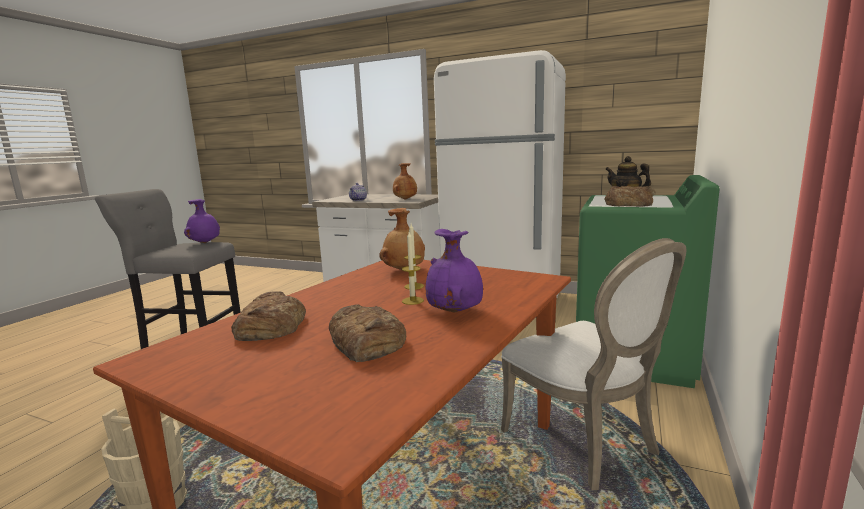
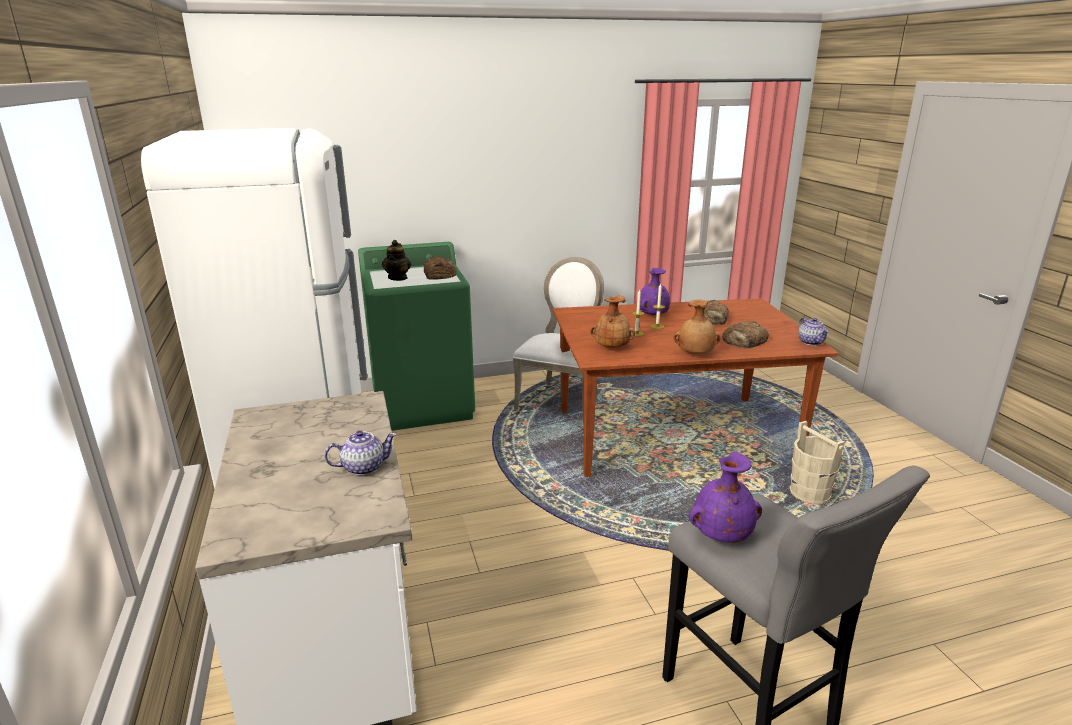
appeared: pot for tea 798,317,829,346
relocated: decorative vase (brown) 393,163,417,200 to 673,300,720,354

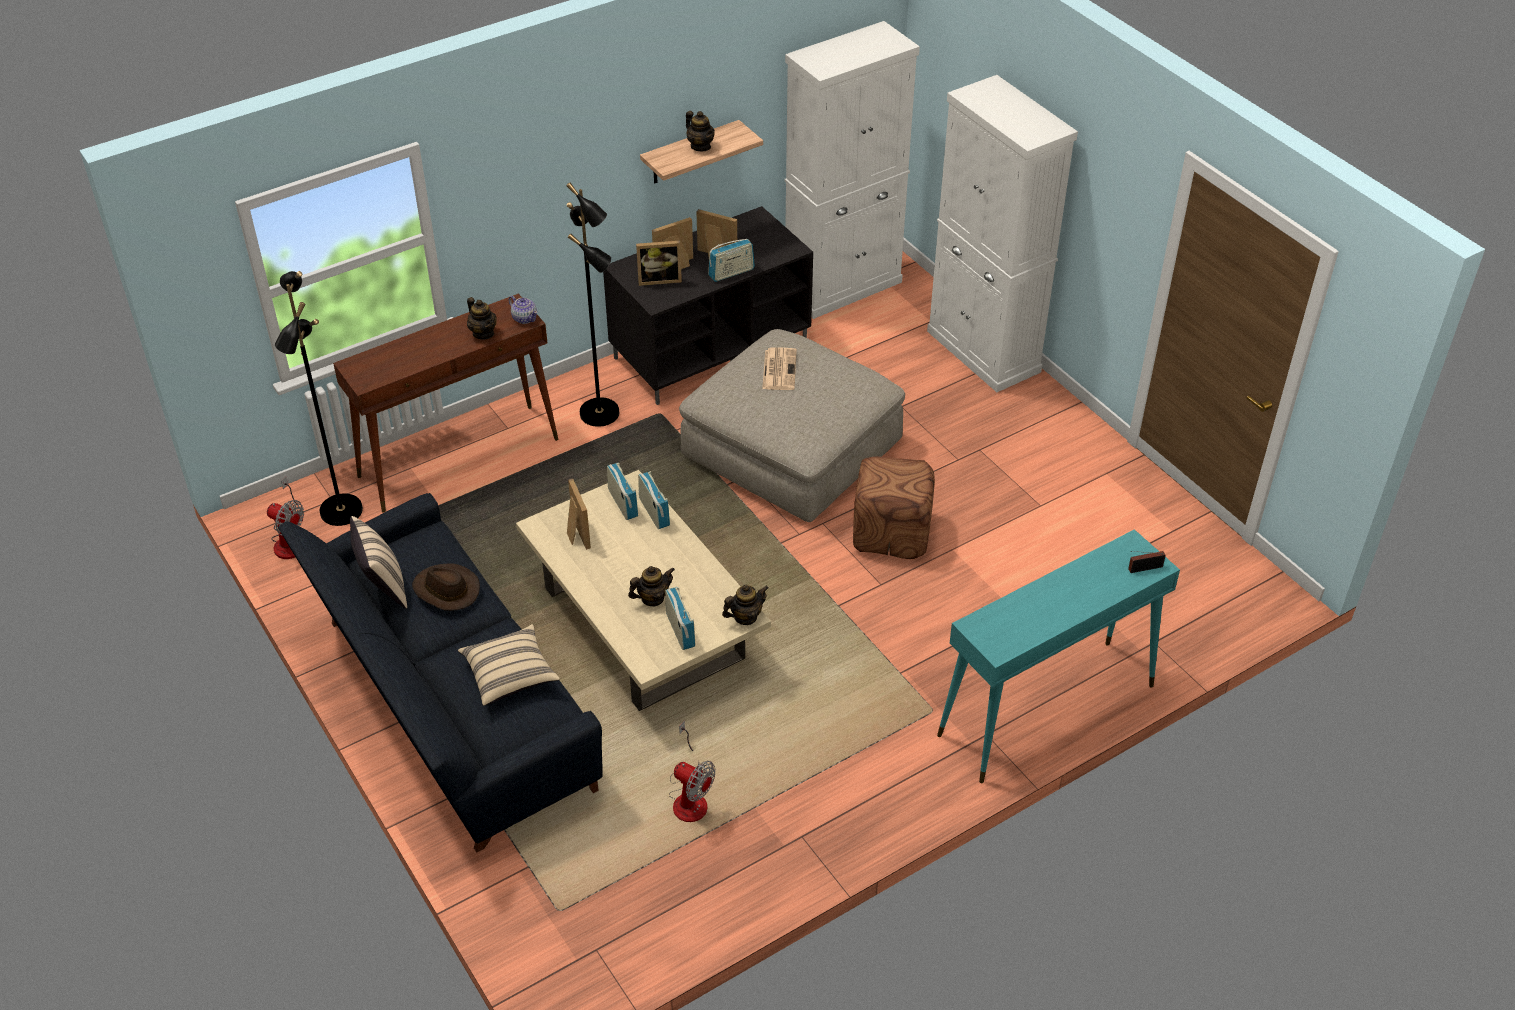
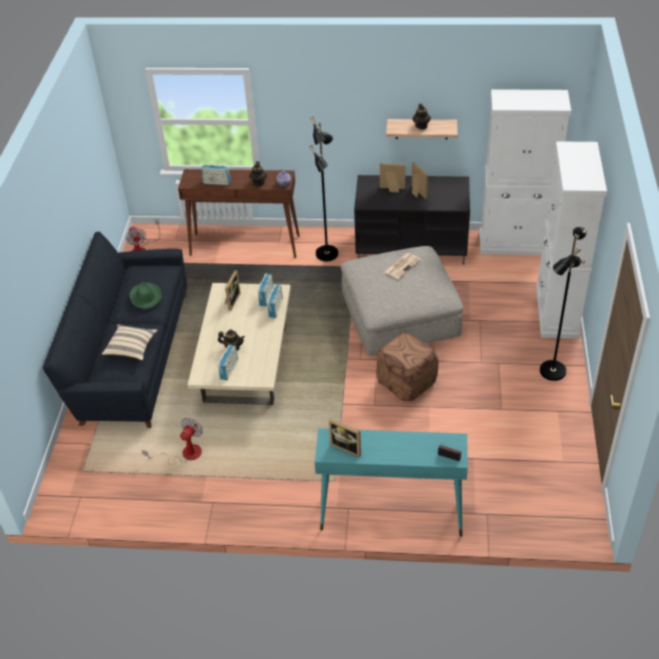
missing: throw pillow (sand-coloured) 350,516,407,609; pot for tea 722,584,768,625
relocated: radio 708,239,755,282 to 202,163,231,185; photo frame 636,241,682,286 to 329,418,361,457; floor lamp (blackish) 275,271,363,526 to 540,227,587,381
colour: wearable hat (brown) 412,563,480,611 to wearable hat (green) 129,282,162,309
spun: cooling fan 669,720,715,822 = 142,418,203,465 135 degrees counterclockwise

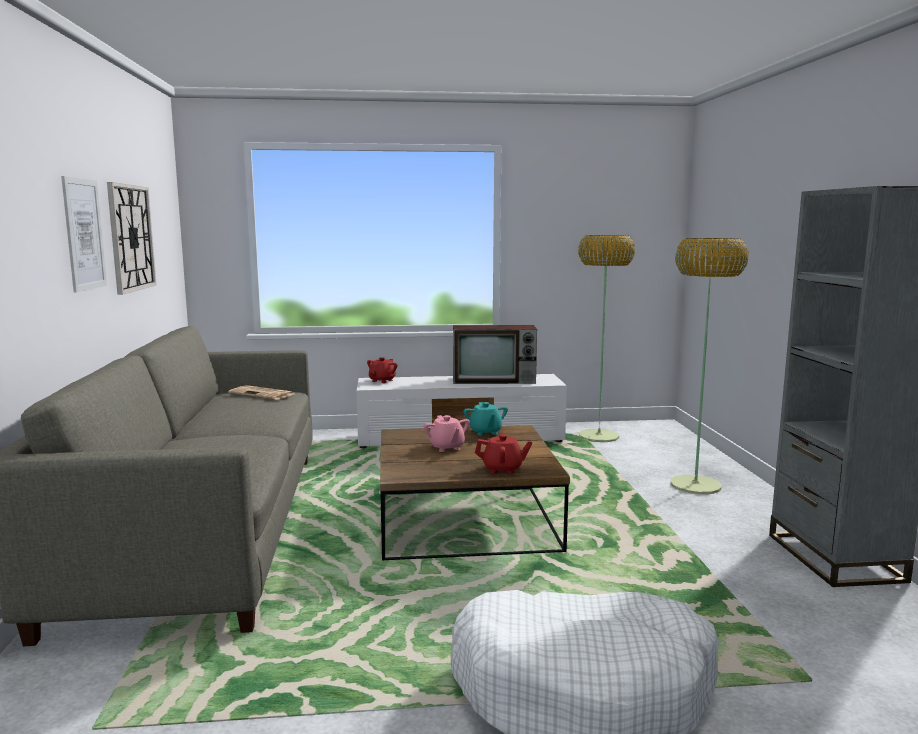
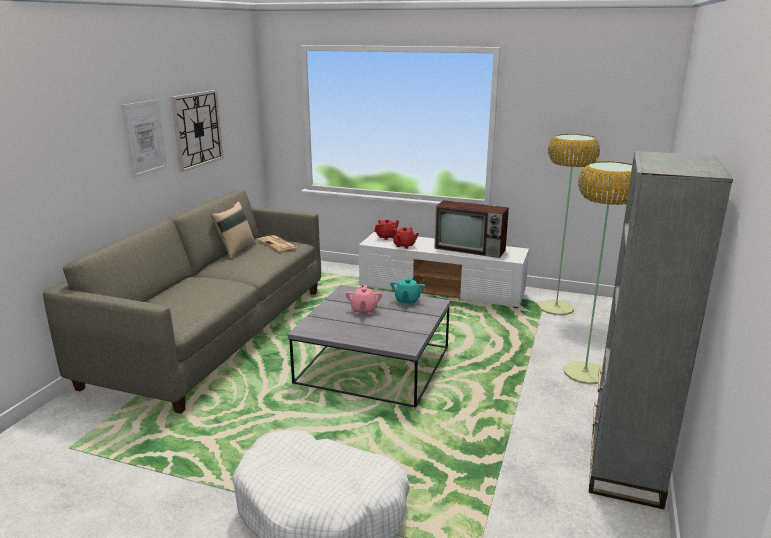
appeared: throw pillow (sand-coloured) 211,201,256,259
relocated: pot for tea (red-coloured) 475,434,532,474 to 391,227,419,249
colour: low table (brown) 380,425,570,560 to low table (greyish) 288,285,450,408

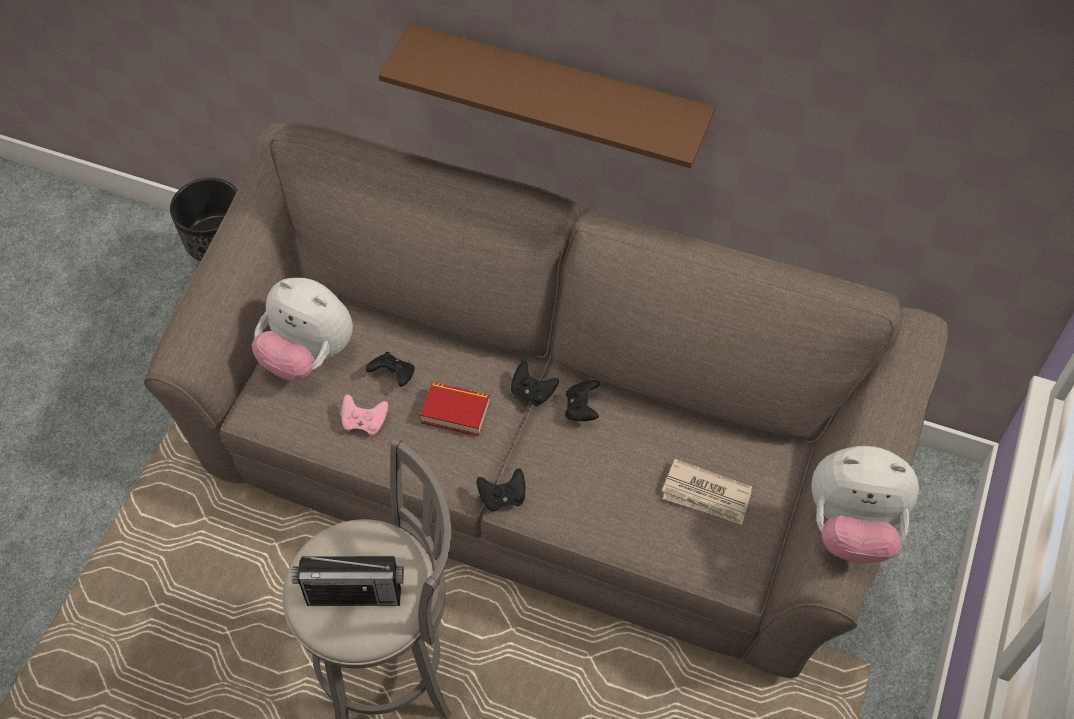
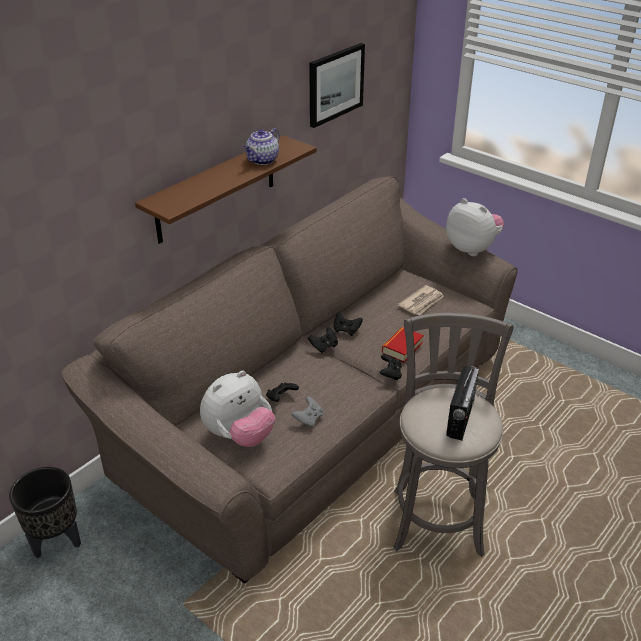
appeared: pot for tea 244,128,280,165; wall art 309,43,365,128
relocated: bound book 420,382,490,437 to 382,327,424,363
colour: joypad (pink-coloured) 341,394,388,435 to joypad (greyish) 291,396,324,427
spun: plush toy 811,446,919,563 = 446,198,504,256 75 degrees counterclockwise

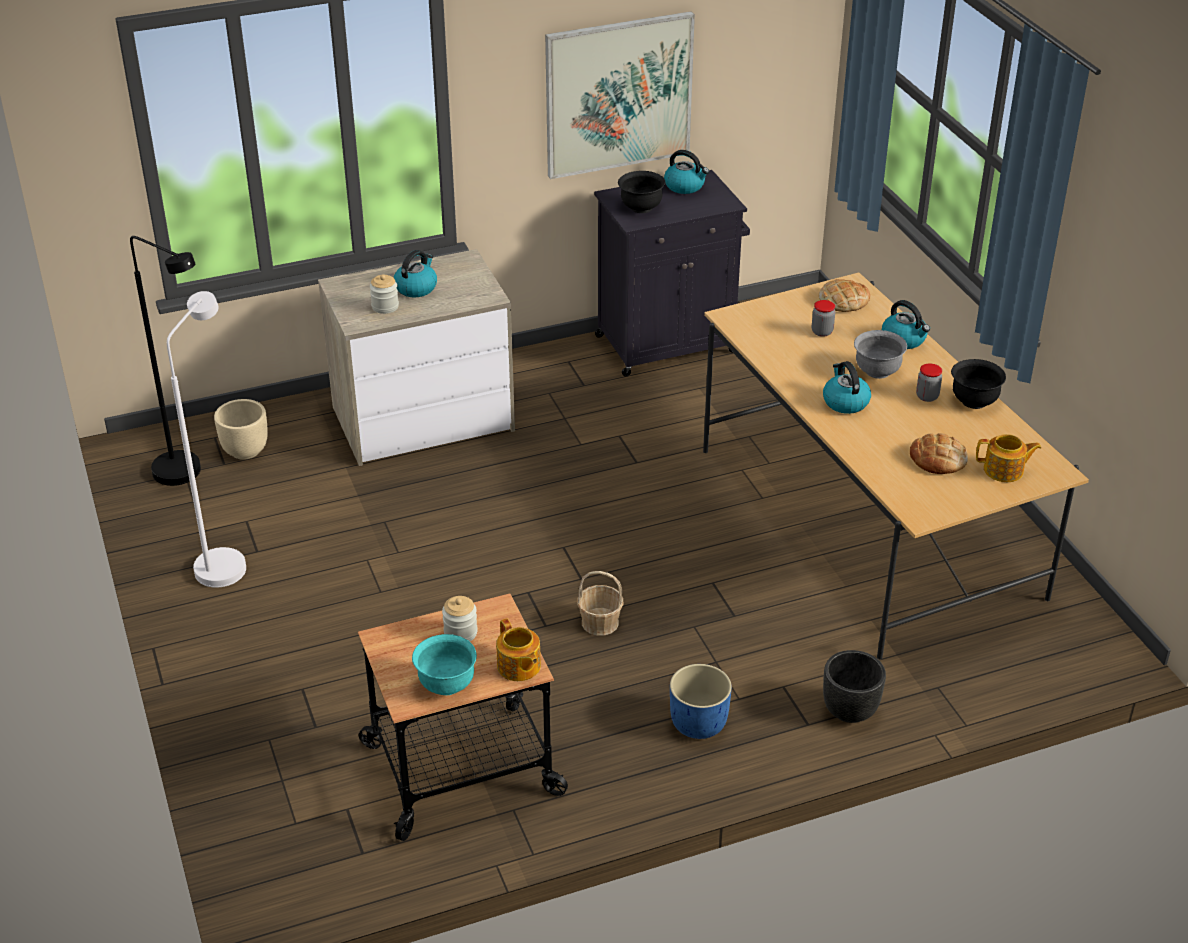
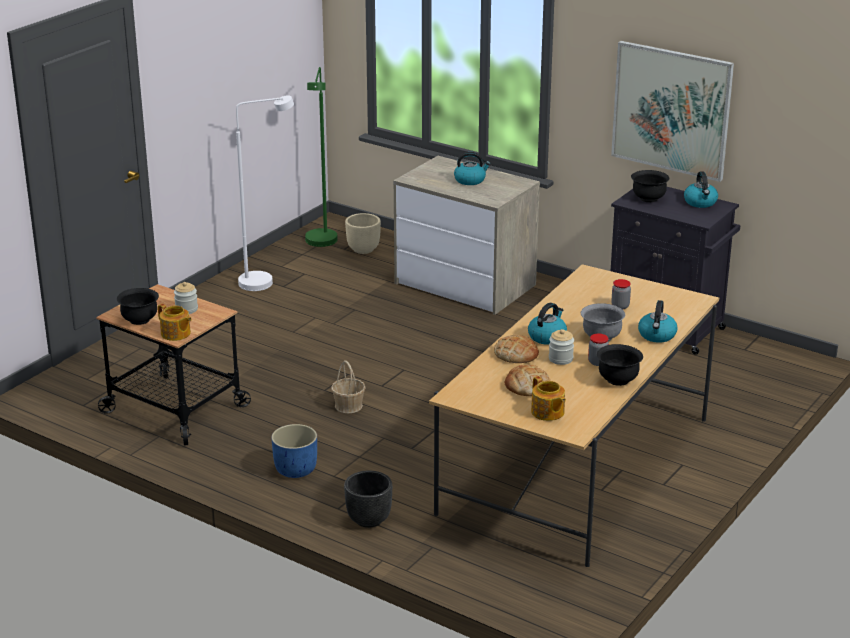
relocated: bread 819,279,870,312 to 494,335,539,363; jar 370,275,399,314 to 549,329,574,365
colour: bowl (blue-green) 412,634,477,695 to bowl (blackish) 117,288,159,325; floor lamp (blackish) 130,236,201,486 to floor lamp (green) 305,67,338,247
spun: pot for tea 496,618,541,681 = 158,304,192,341 75 degrees counterclockwise

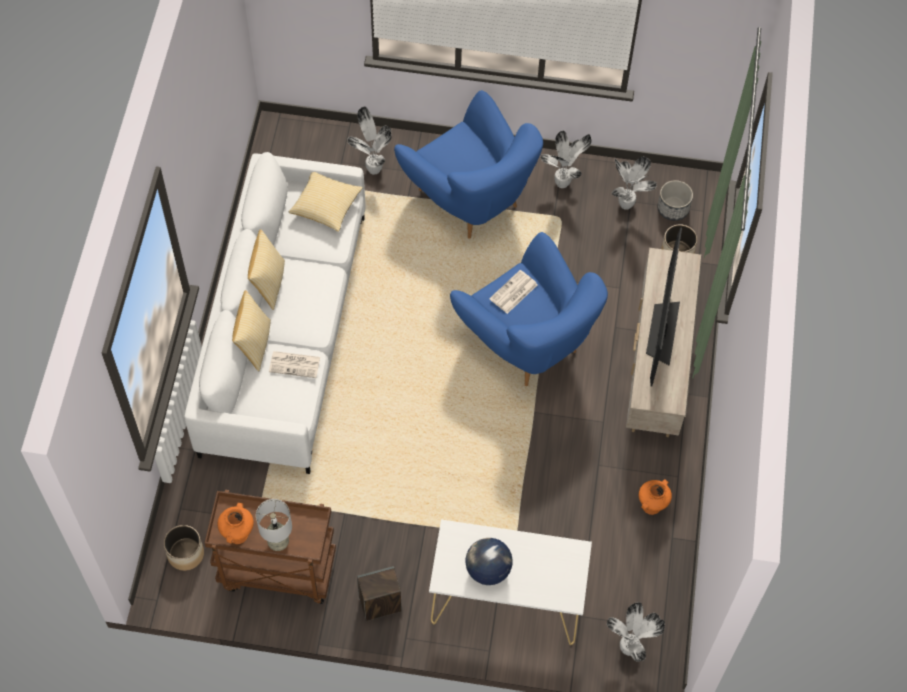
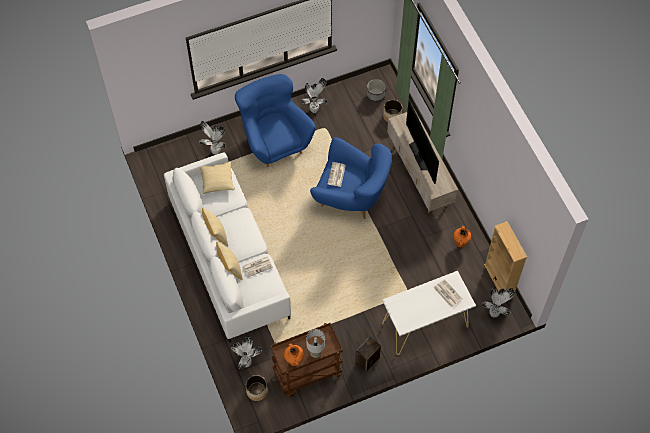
missing: desk globe 465,538,513,585
appeared: printed paper 434,279,462,308; bookshelf (sand-coloured) 484,221,527,291
relocated: houseplant 612,157,657,210 to 231,337,261,369
spun: armchair (blue-coloured) 394,90,543,239 = 235,74,316,167 135 degrees counterclockwise

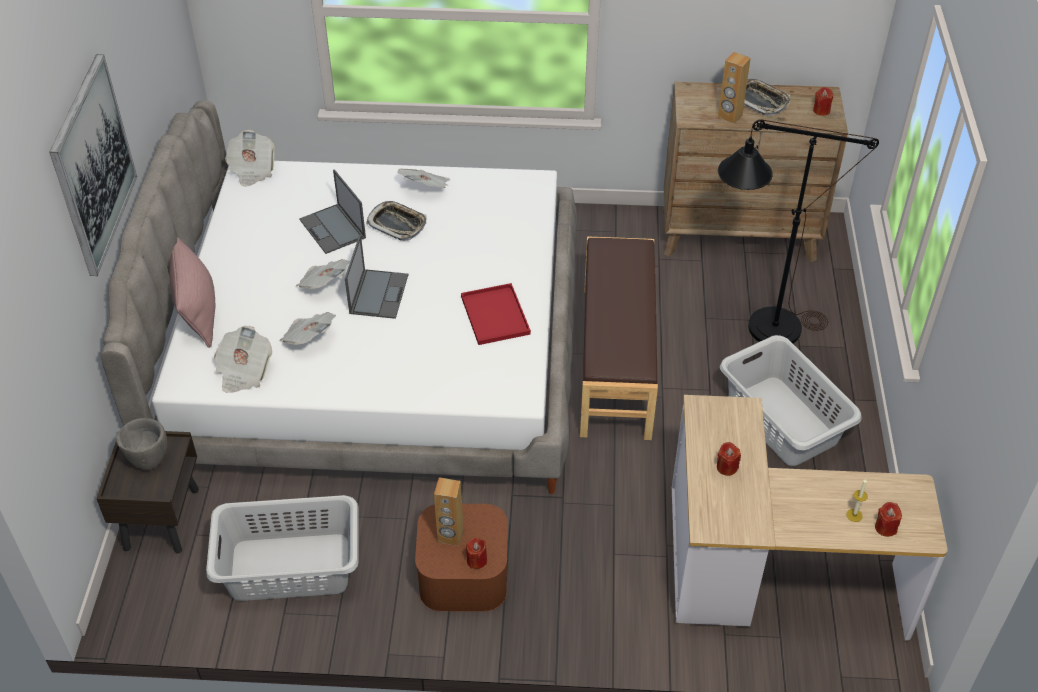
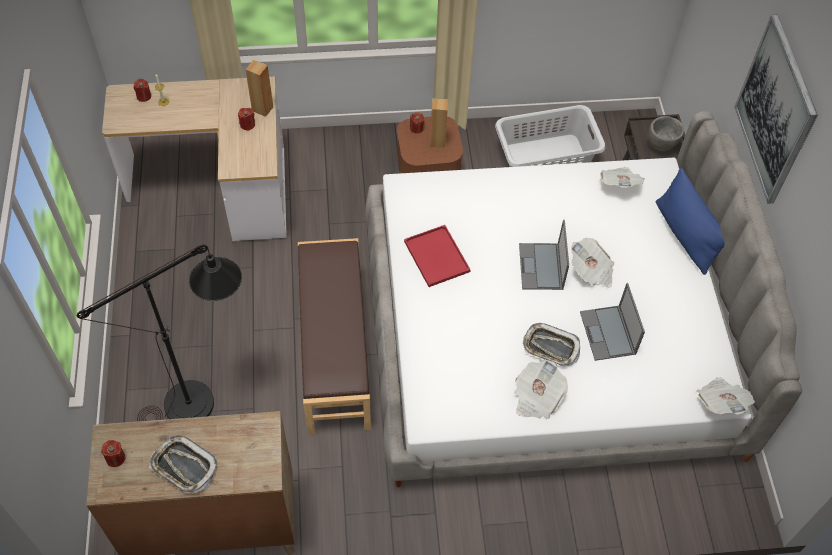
missing: printed paper 279,312,336,345; washing basket (greyish) 720,335,862,466
relocated: loudspeaker (brown) 718,52,751,124 to 246,60,273,117
colour: throw pillow (pink-coloured) 169,237,215,348 to throw pillow (blue-coloured) 656,168,725,275
spun: laptop 299,169,366,254 = 580,283,645,361 150 degrees counterclockwise

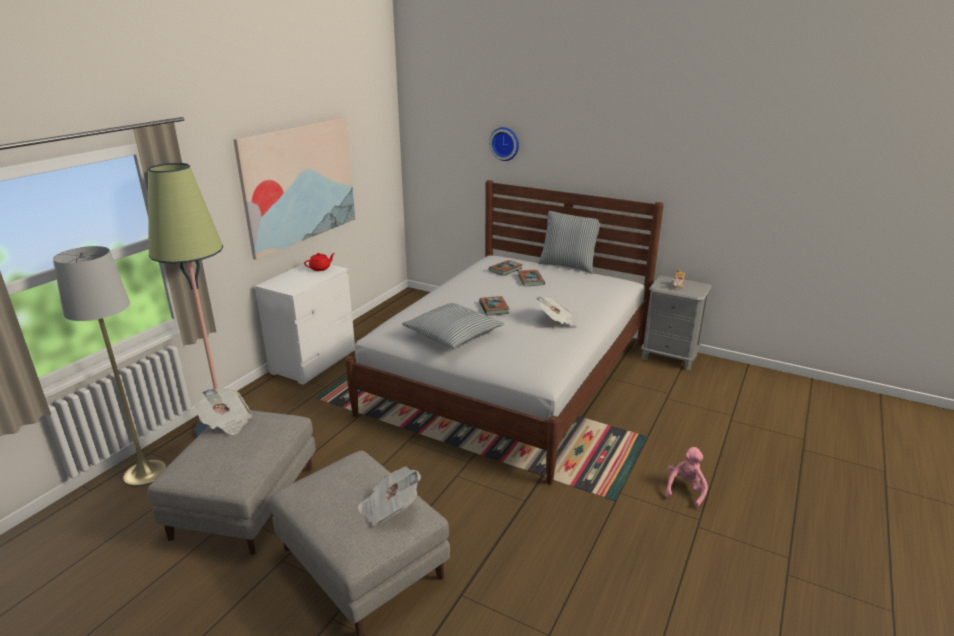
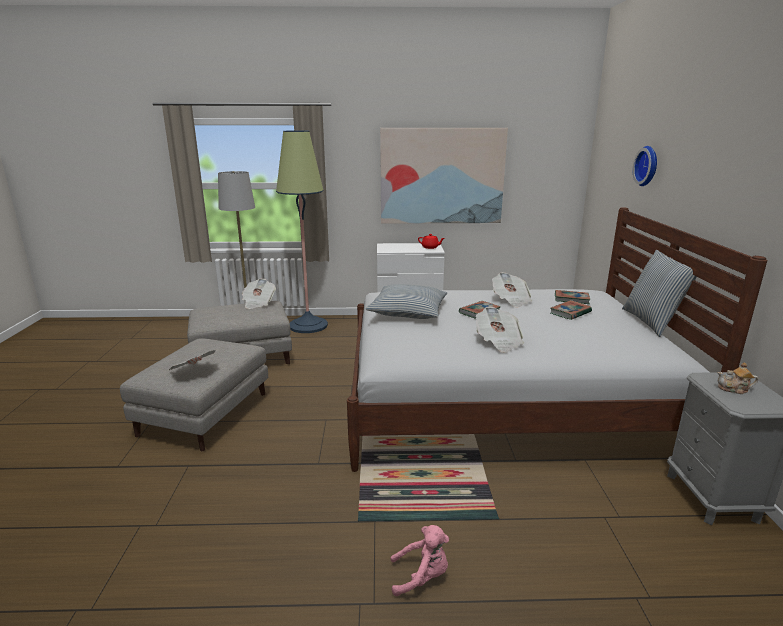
appeared: printed paper 492,272,532,308

